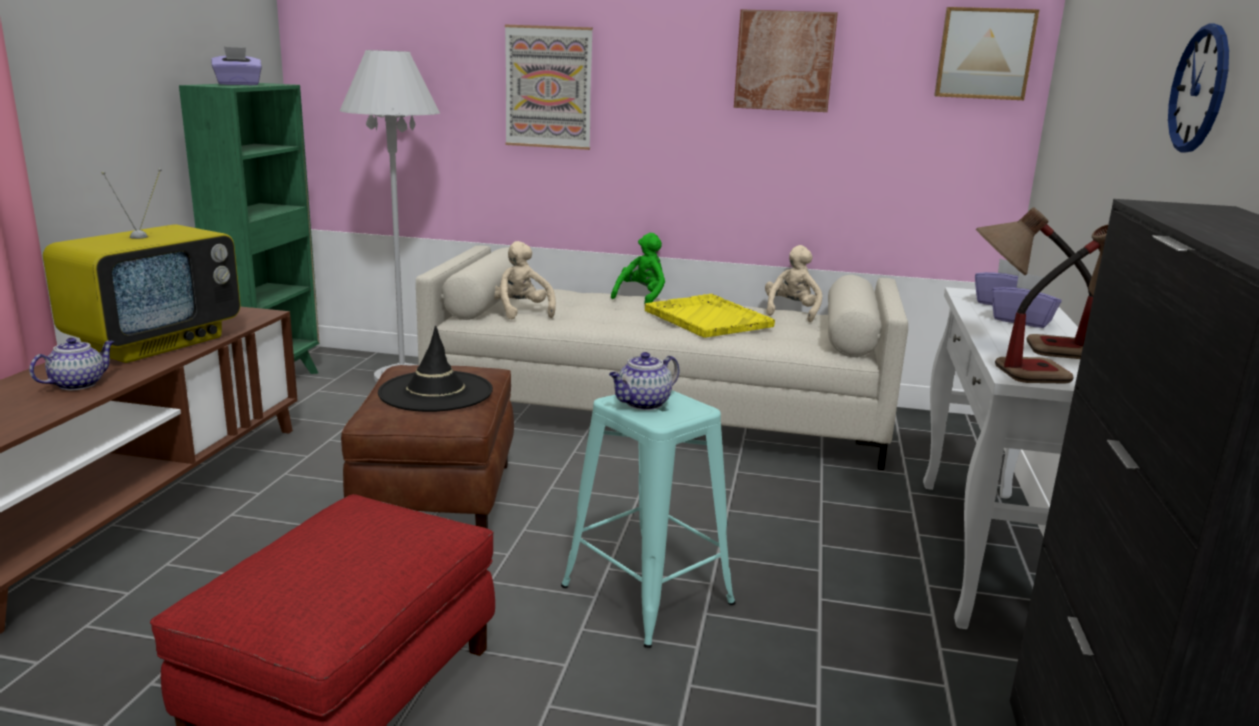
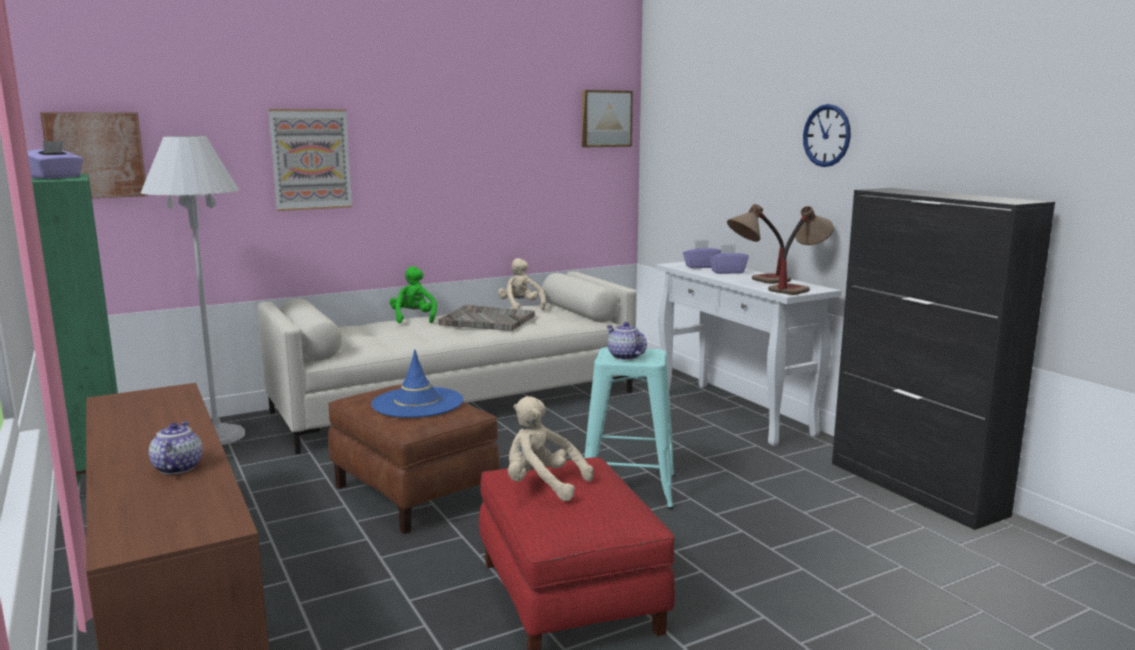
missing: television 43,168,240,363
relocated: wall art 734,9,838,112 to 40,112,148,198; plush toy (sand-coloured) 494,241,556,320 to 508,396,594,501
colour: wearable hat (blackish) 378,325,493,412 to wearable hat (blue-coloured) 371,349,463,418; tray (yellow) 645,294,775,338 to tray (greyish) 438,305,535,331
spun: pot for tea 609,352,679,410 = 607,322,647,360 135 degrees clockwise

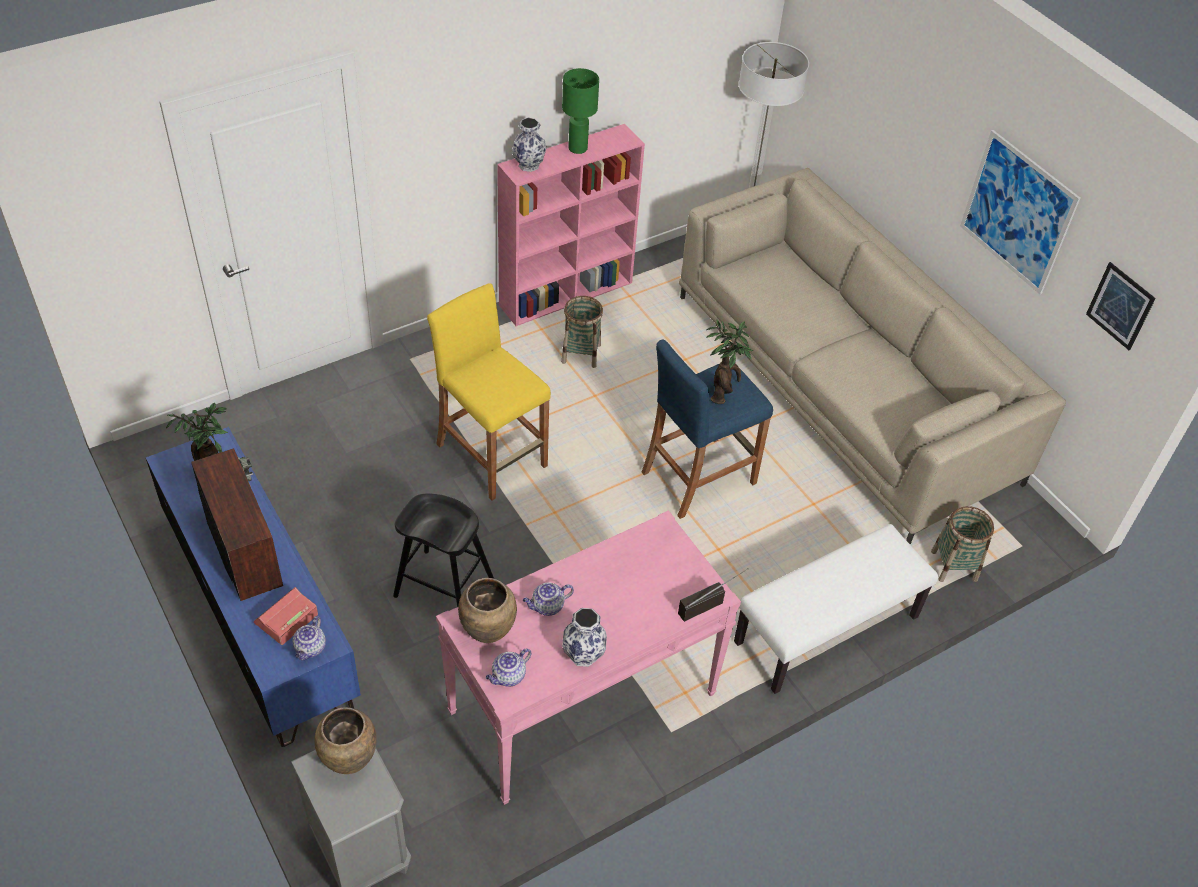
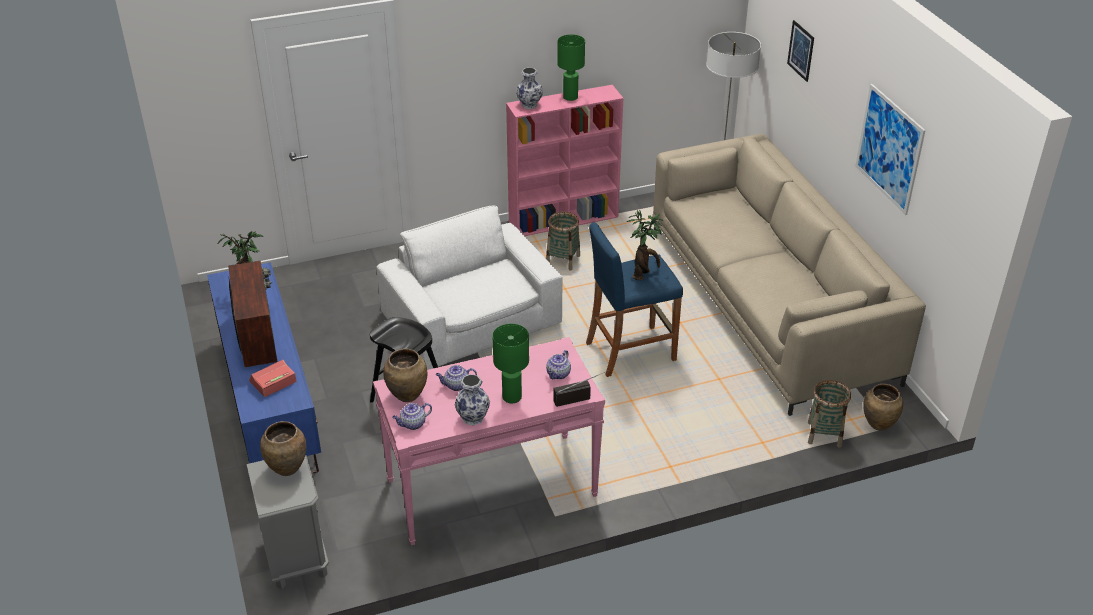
missing: bench (white) 734,524,938,694
appeared: lamp for a table (green) 492,324,529,403; decorative vase (brown) 863,384,903,431
relocated: pot for tea 293,616,326,660 to 546,350,571,379; wall art 1086,262,1156,350 to 787,20,814,82
exchanged: sitting stool (yellow) 427,283,551,501 to armchair (white) 376,205,563,370

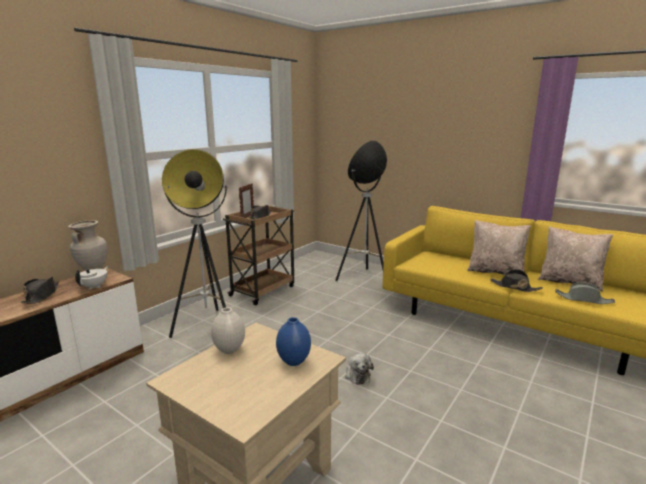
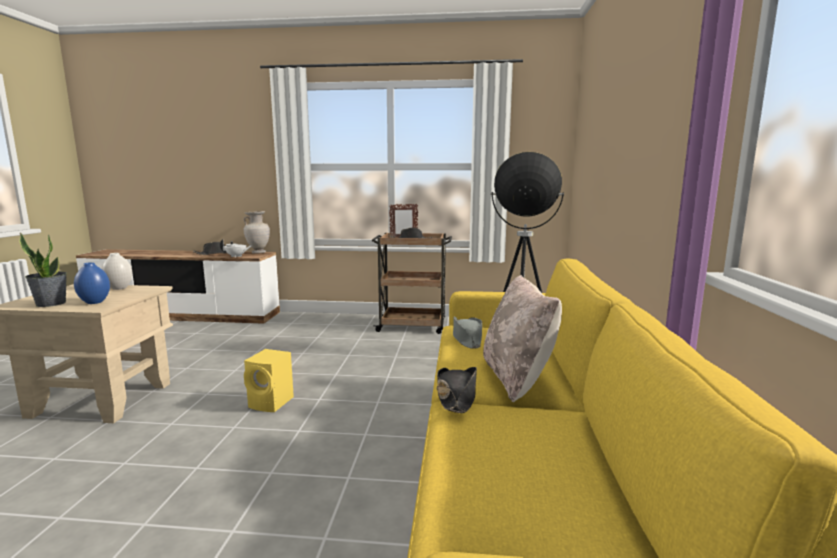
missing: floor lamp 162,149,228,338; throw pillow (sand-coloured) 538,226,613,292
appeared: houseplant 19,233,67,307
relocated: wearable hat (greyish) 555,282,615,304 to 453,316,482,349
exchanged: plush toy 345,353,374,385 to loudspeaker (yellow) 244,349,294,412

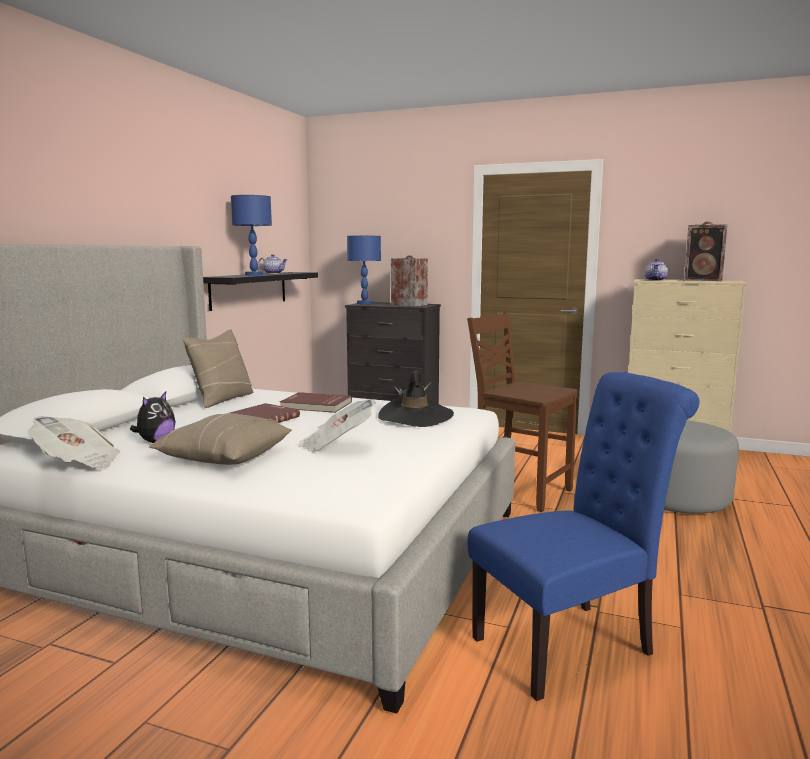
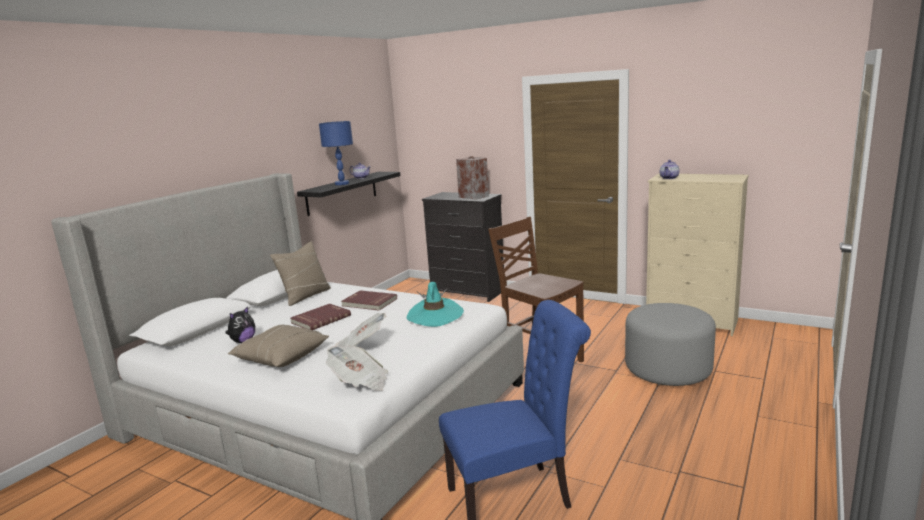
missing: lamp for a table (blue-coloured) 347,236,381,304; loudspeaker 684,222,728,281
relocated: printed paper 28,416,120,469 to 326,346,388,391
colour: wearable hat (blackish) 378,370,454,427 to wearable hat (blue-green) 407,282,464,327

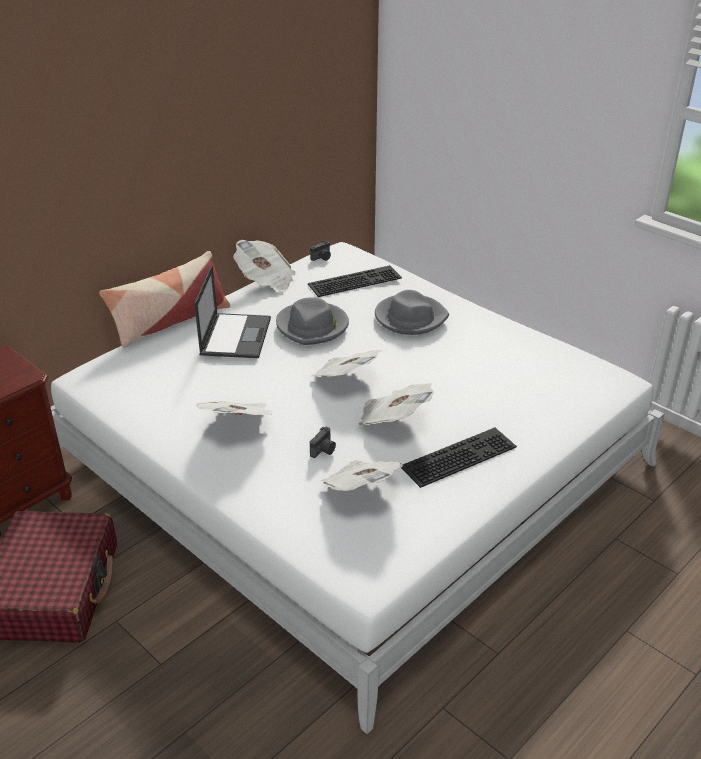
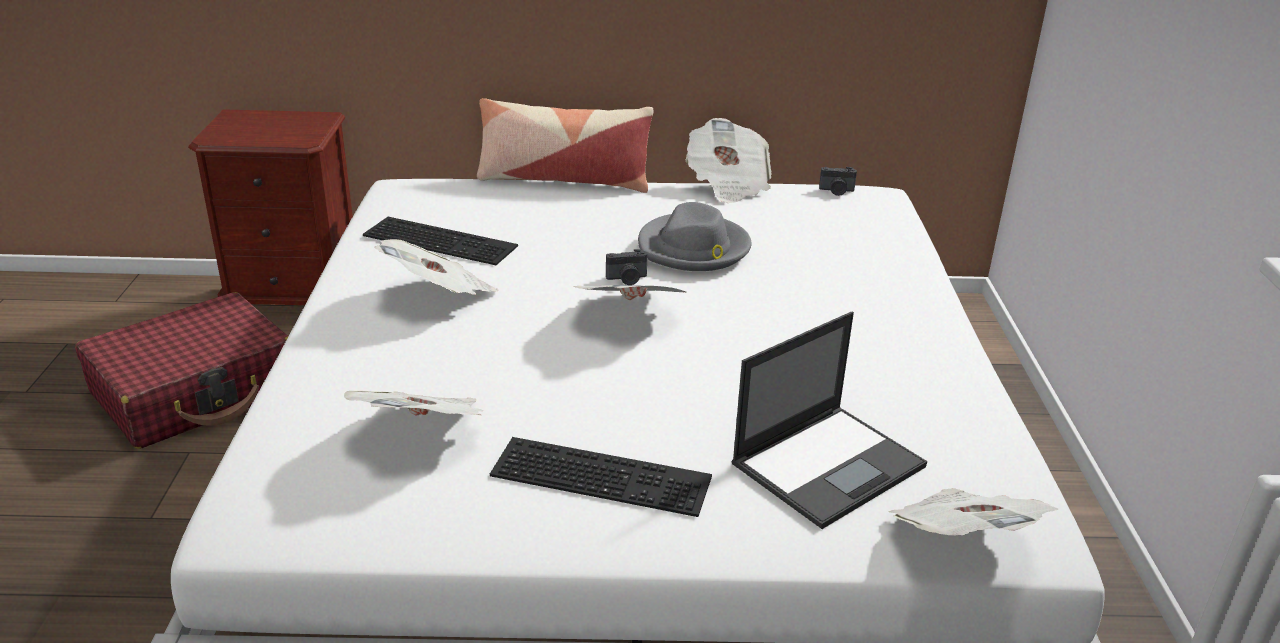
missing: wearable hat (greyish) 375,290,449,335
relocated: keyboard 308,265,402,297 to 363,217,518,265; photo camera 310,427,336,458 to 606,249,647,285; laptop 194,265,271,358 to 731,312,927,529; printed paper 359,383,434,425 to 888,488,1059,535

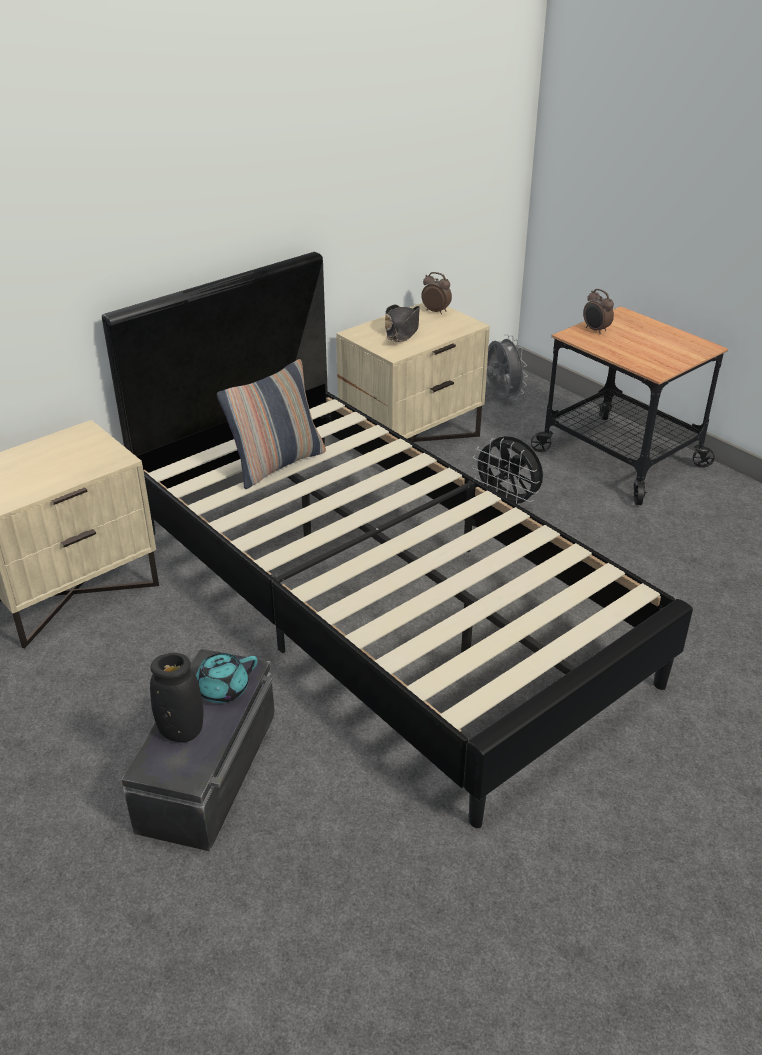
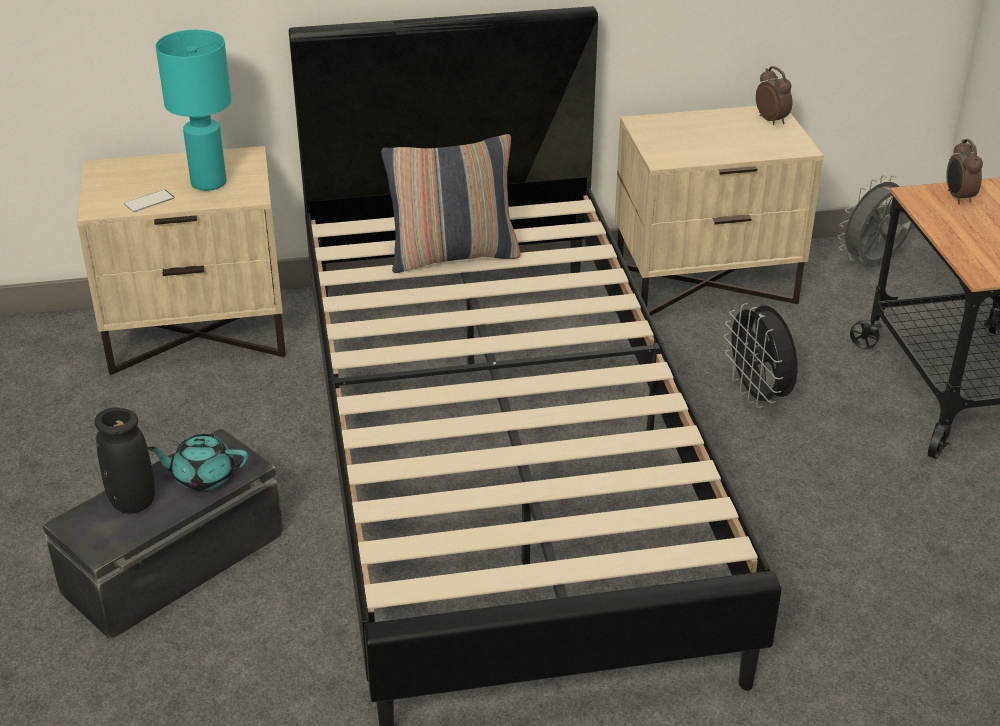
missing: wearable hat (blackish) 385,305,420,342
appeared: phone 124,190,175,212; lamp for a table (blue-green) 155,30,232,191
spun: cooling fan (greyish) 486,335,528,400 = 838,175,913,264 135 degrees counterclockwise

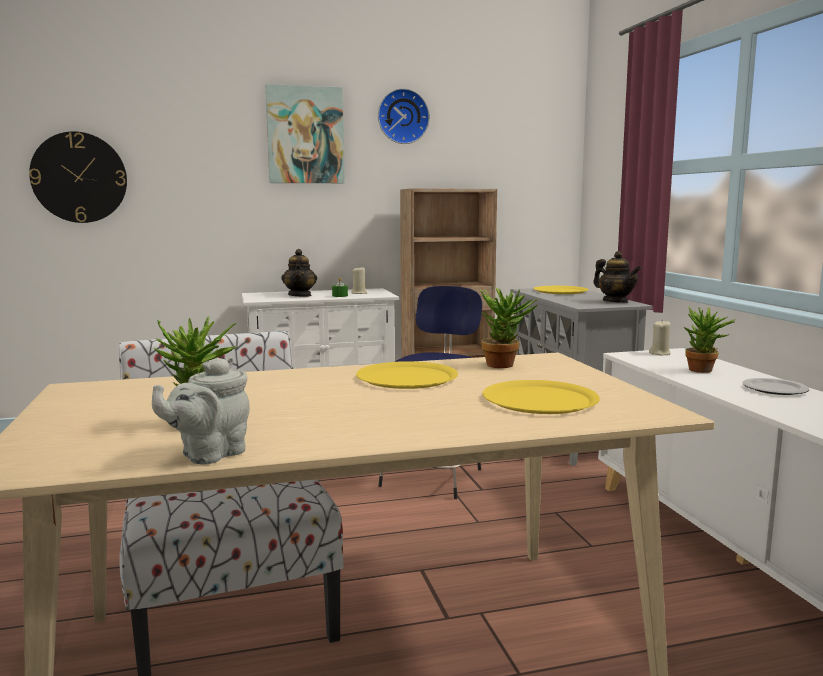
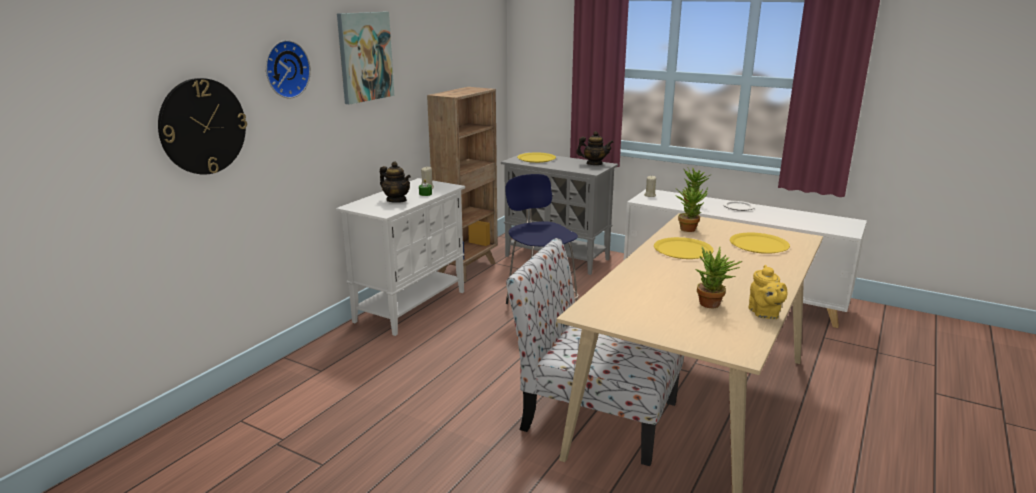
relocated: clock on the wall 378,88,430,144 to 266,40,311,98
colour: pot for tea (greyish) 152,356,250,465 to pot for tea (yellow) 748,265,787,319

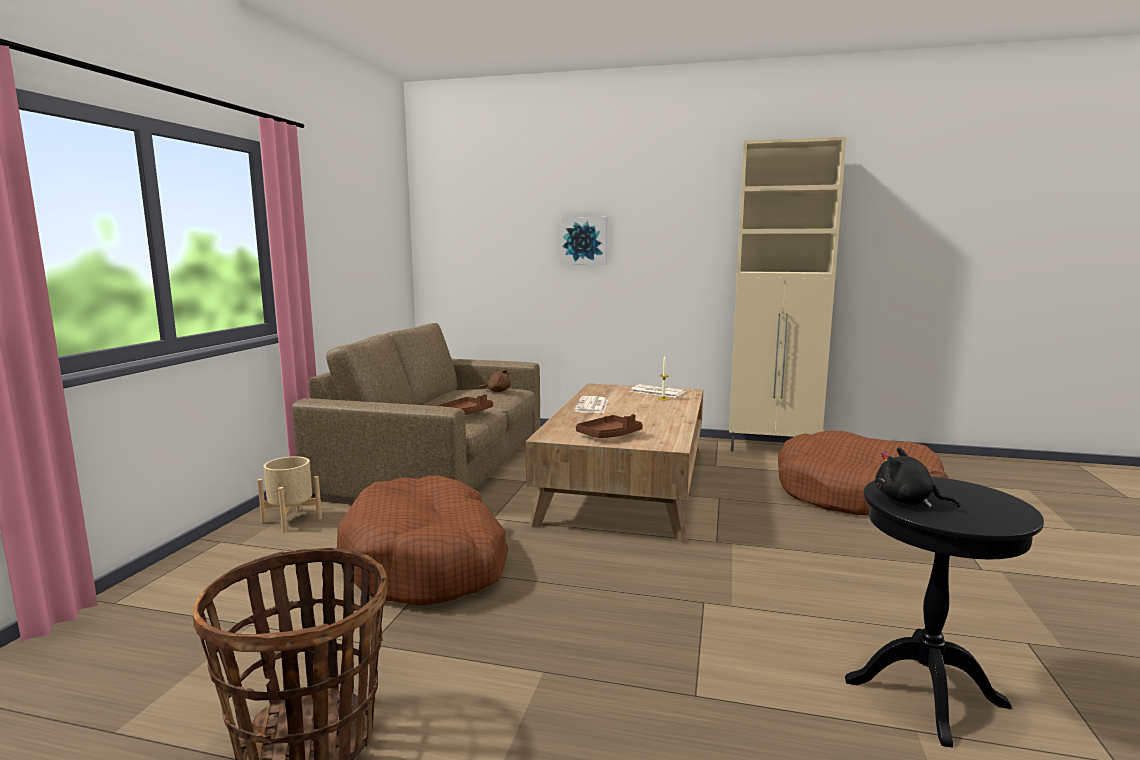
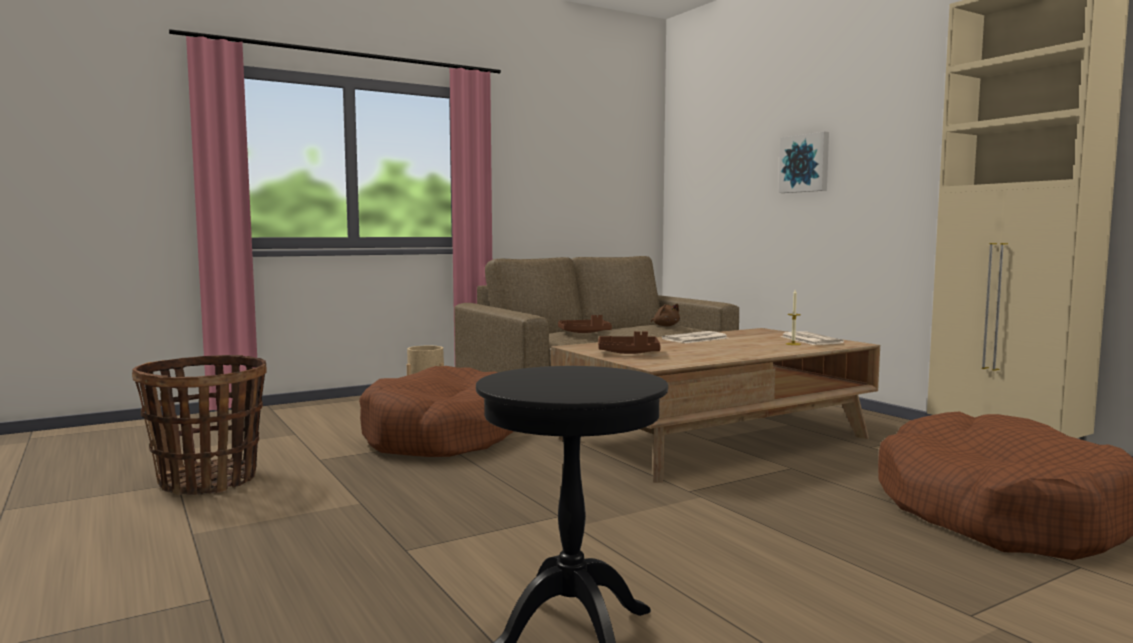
missing: plush toy (blackish) 875,447,960,508

